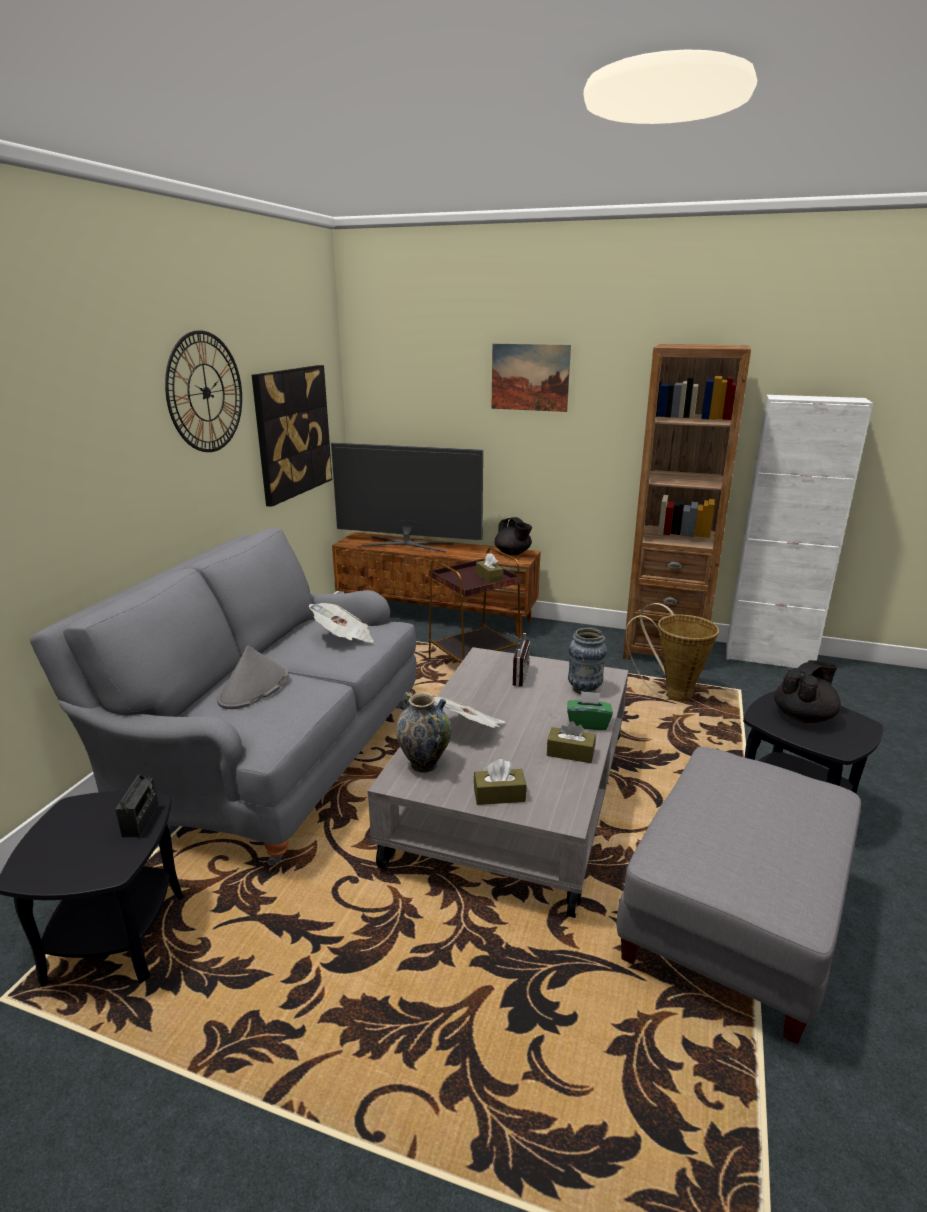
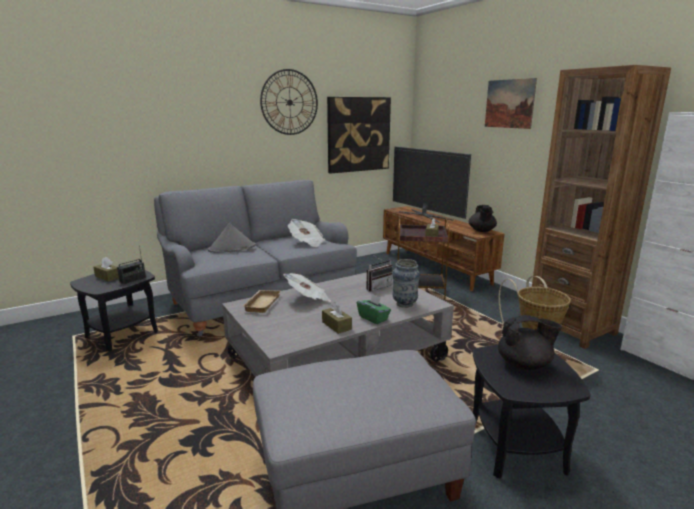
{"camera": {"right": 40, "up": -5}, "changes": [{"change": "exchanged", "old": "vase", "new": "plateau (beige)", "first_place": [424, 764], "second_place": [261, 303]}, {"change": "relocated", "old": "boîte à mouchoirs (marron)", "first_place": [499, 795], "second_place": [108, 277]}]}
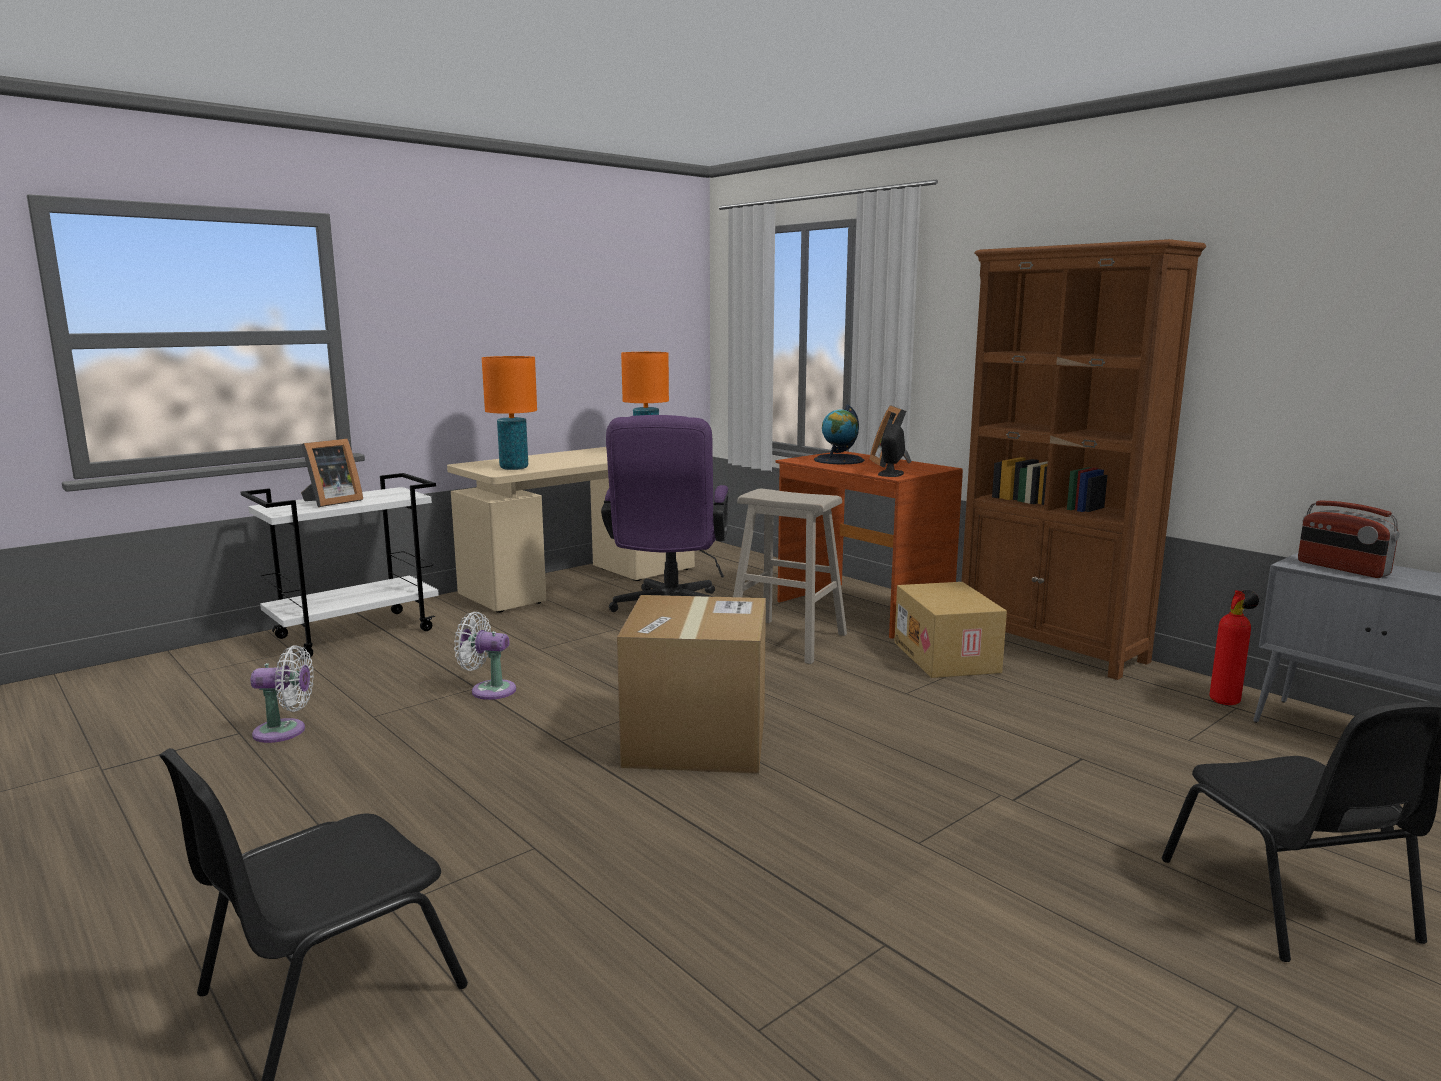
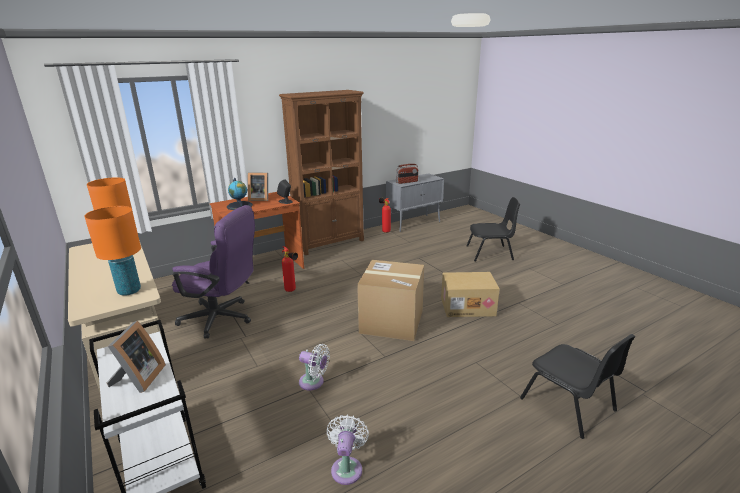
{"camera": {"right": -80, "up": 10}, "changes": [{"change": "spun", "old": "cadre photo", "first_place": [331, 502], "second_place": [138, 379], "degrees": 45}, {"change": "spun", "old": "ventilateur (blanc)", "first_place": [489, 690], "second_place": [313, 382], "degrees": -90}, {"change": "exchanged", "old": "tabouret (beige)", "new": "extincteur", "first_place": [786, 641], "second_place": [292, 291]}, {"change": "relocated", "old": "carton", "first_place": [948, 657], "second_place": [468, 306]}]}
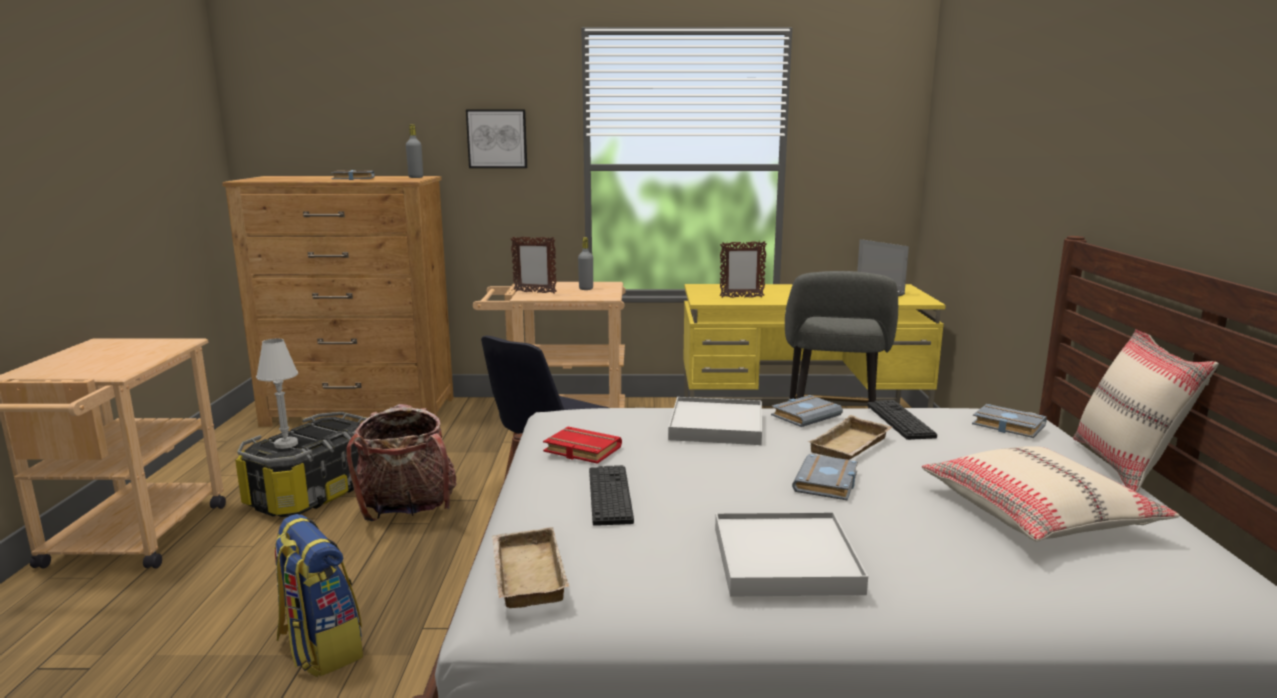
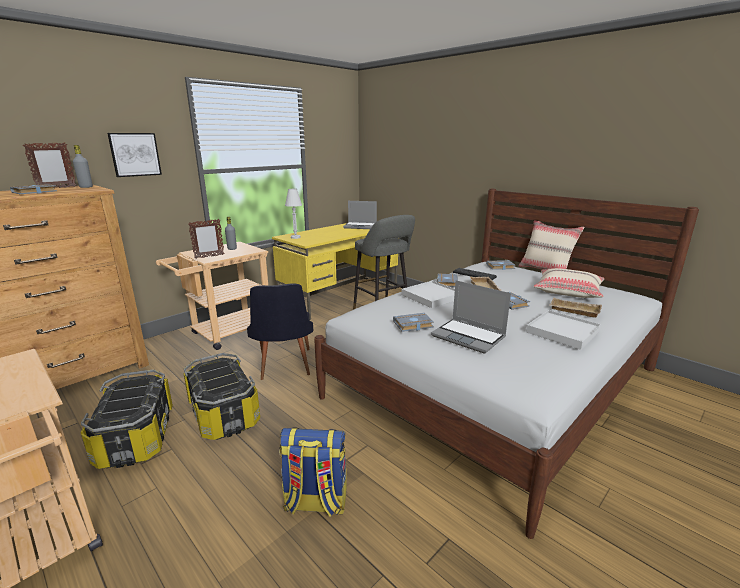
{"camera": {"right": -45, "up": 5}, "changes": [{"change": "relocated", "old": "lampe de table (blanc)", "first_place": [286, 444], "second_place": [295, 237]}, {"change": "exchanged", "old": "sac à dos", "new": "boîte de rangement", "first_place": [408, 509], "second_place": [224, 413]}, {"change": "relocated", "old": "plateau (beige)", "first_place": [525, 574], "second_place": [573, 311]}, {"change": "colour", "old": "livre (rouge)", "new": "livre (gris)", "first_place": [580, 450], "second_place": [412, 325]}, {"change": "exchanged", "old": "clavier", "new": "ordinateur portable", "first_place": [610, 495], "second_place": [469, 337]}, {"change": "relocated", "old": "cadre photo", "first_place": [741, 297], "second_place": [56, 188]}]}
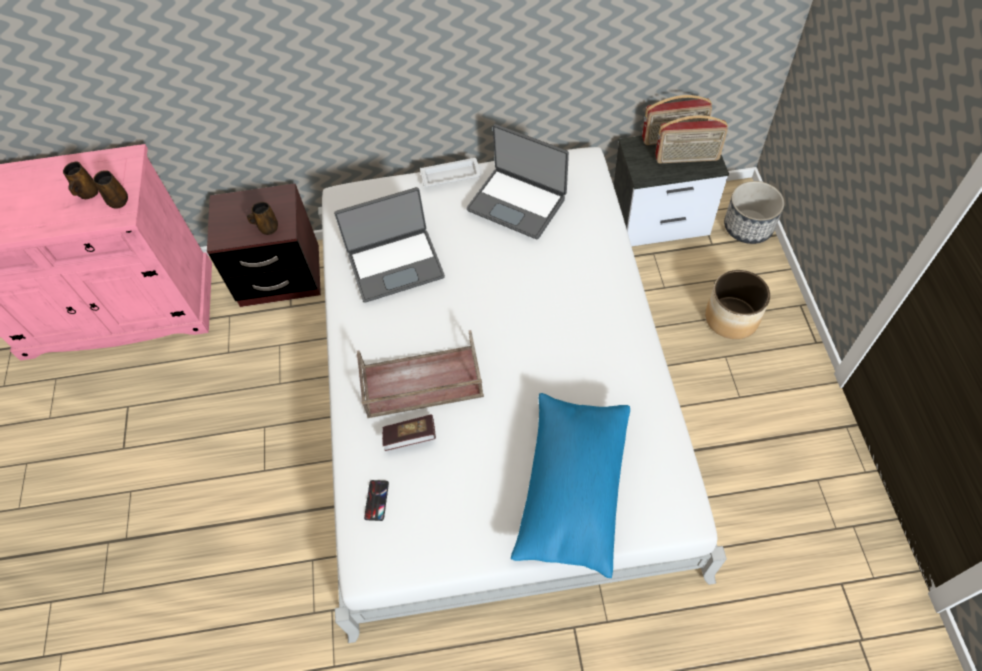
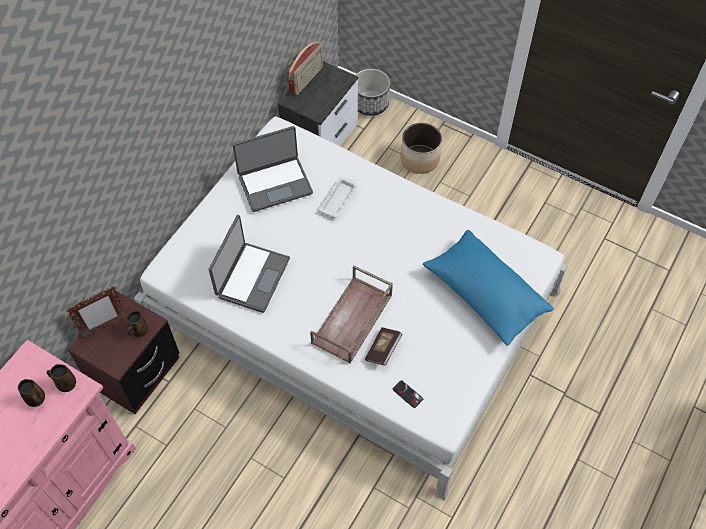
{"camera": {"right": -55, "up": 0}, "changes": [{"change": "relocated", "old": "plateau (blanc)", "first_place": [452, 175], "second_place": [338, 199]}, {"change": "missing", "old": "radio", "first_place": [687, 158]}, {"change": "appeared", "new": "cadre photo", "second_place": [105, 327]}]}
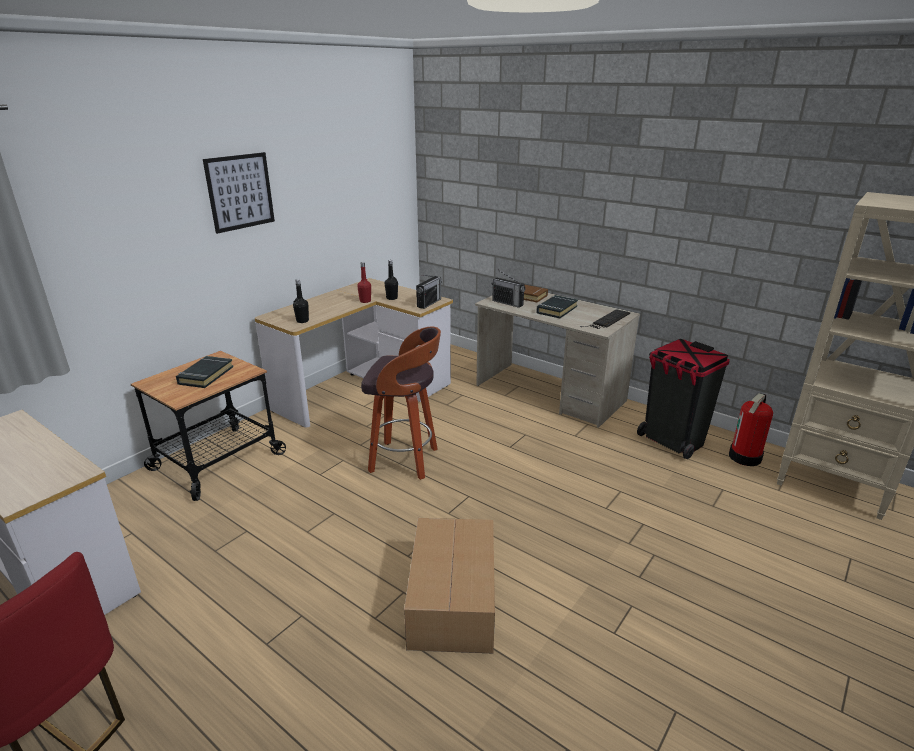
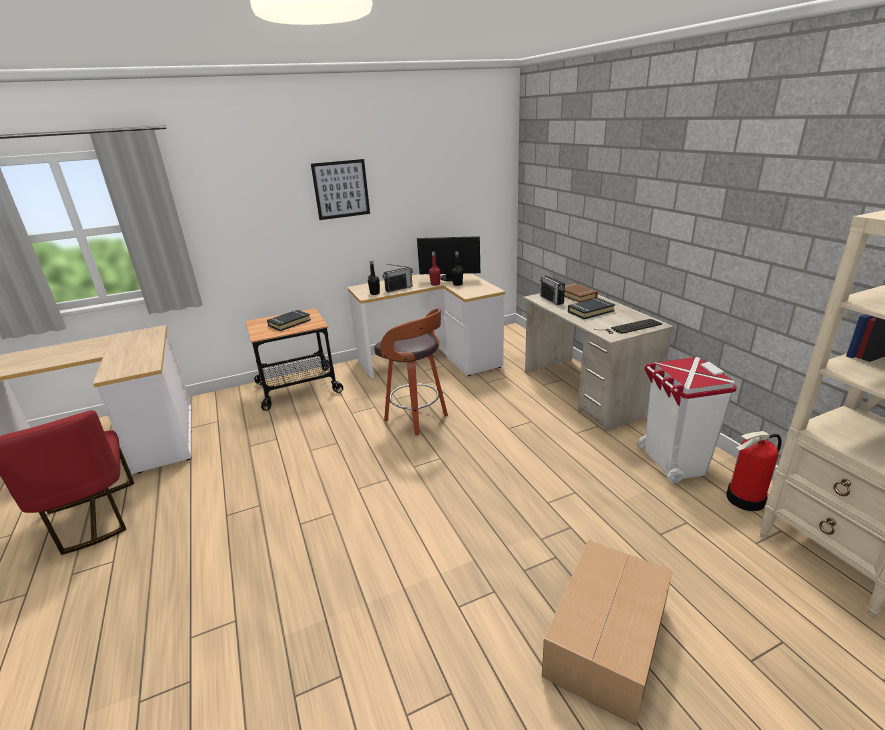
{"camera": {"right": 30, "up": 0}, "changes": [{"change": "relocated", "old": "carton", "first_place": [453, 598], "second_place": [608, 639]}, {"change": "relocated", "old": "radio", "first_place": [429, 303], "second_place": [399, 288]}, {"change": "colour", "old": "poubelle (noir)", "new": "poubelle (blanc)", "first_place": [672, 441], "second_place": [673, 462]}, {"change": "appeared", "new": "écran d'ordinateur", "second_place": [450, 278]}]}
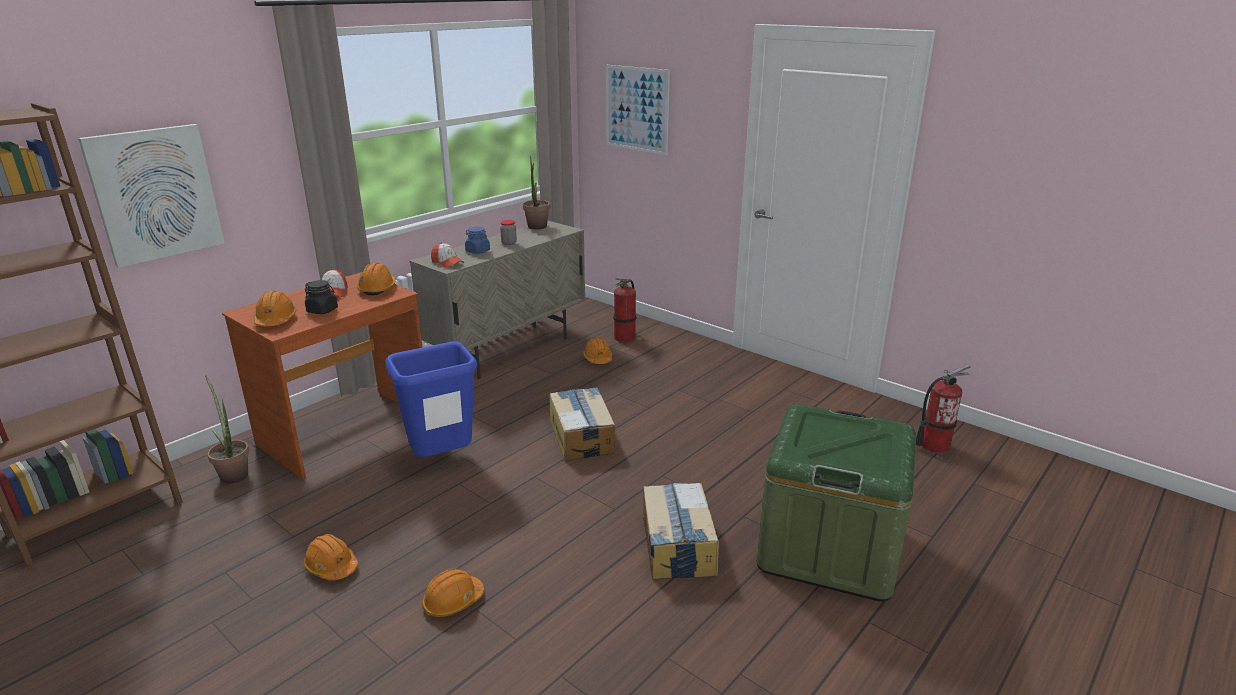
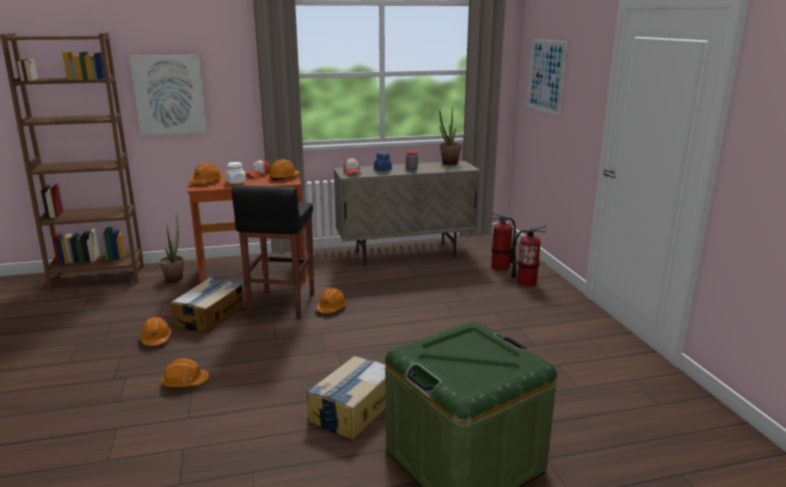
{"camera": {"right": 35, "up": -5}, "changes": [{"change": "colour", "old": "bocal (noir)", "new": "bocal (blanc)", "first_place": [322, 310], "second_place": [236, 182]}, {"change": "exchanged", "old": "poubelle (bleu)", "new": "tabouret (noir)", "first_place": [441, 460], "second_place": [281, 305]}, {"change": "relocated", "old": "carton", "first_place": [582, 436], "second_place": [210, 315]}, {"change": "relocated", "old": "casque de chantier (orange)", "first_place": [598, 358], "second_place": [331, 308]}, {"change": "relocated", "old": "extincteur", "first_place": [934, 445], "second_place": [526, 282]}]}
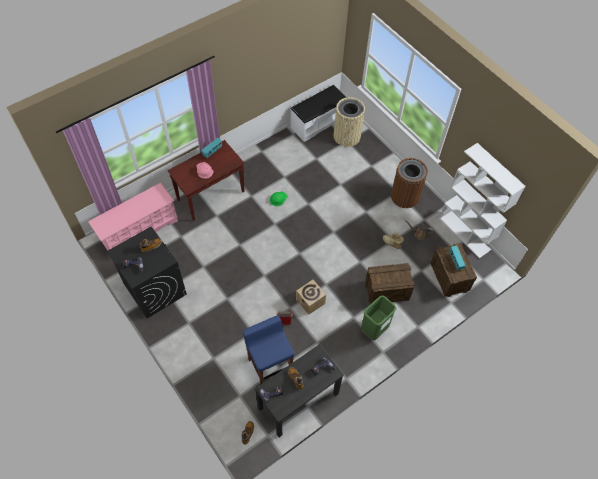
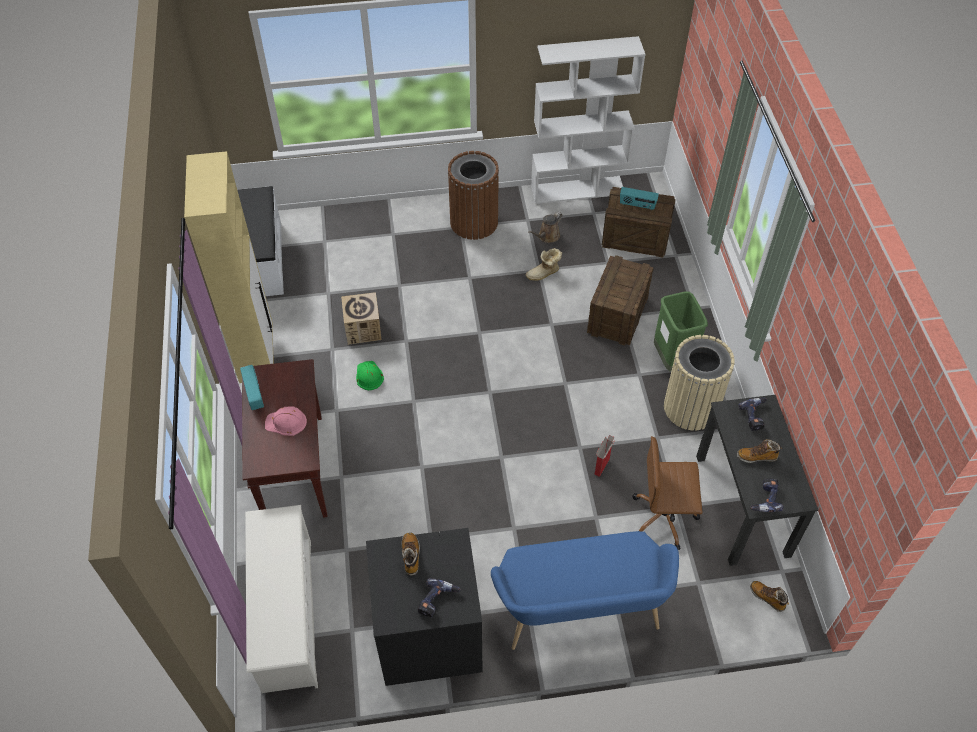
{"camera": {"right": -60, "up": -5}, "changes": [{"change": "colour", "old": "étagère à chaussures (rose)", "new": "étagère à chaussures (blanc)", "first_place": [139, 230], "second_place": [287, 615]}, {"change": "exchanged", "old": "tabouret (bleu)", "new": "chaise de bureau (marron)", "first_place": [269, 364], "second_place": [664, 517]}, {"change": "relocated", "old": "carton", "first_place": [310, 301], "second_place": [363, 329]}, {"change": "relocated", "old": "poubelle (beige)", "first_place": [347, 136], "second_place": [691, 407]}, {"change": "appeared", "new": "meuble de rangement (beige)", "second_place": [259, 361]}, {"change": "appeared", "new": "banc (bleu)", "second_place": [579, 613]}]}
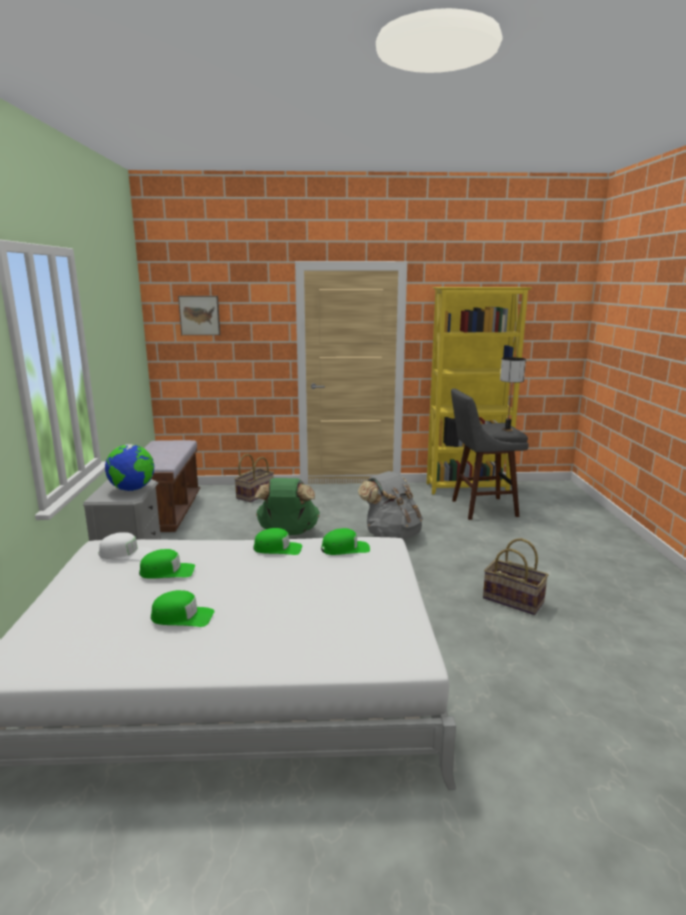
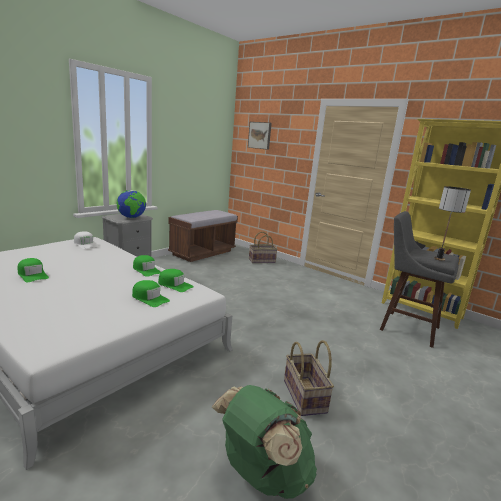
{"camera": {"right": 40, "up": 0}, "changes": [{"change": "relocated", "old": "casquette (vert)", "first_place": [167, 571], "second_place": [150, 298]}, {"change": "relocated", "old": "sac à dos (vert)", "first_place": [288, 533], "second_place": [262, 474]}, {"change": "missing", "old": "sac à dos (gris)", "first_place": [391, 535]}]}
